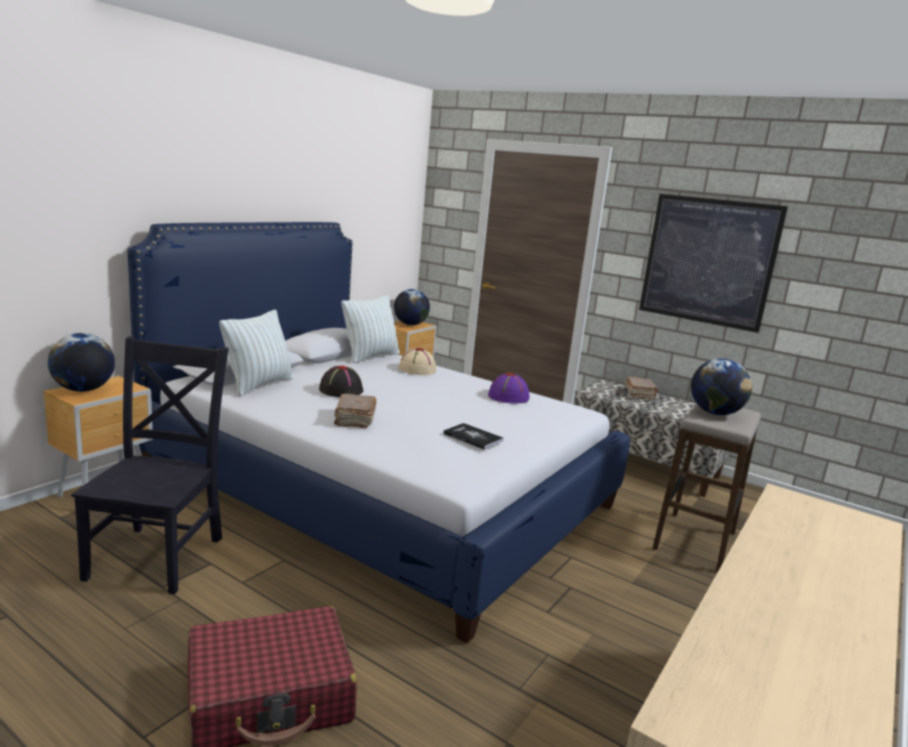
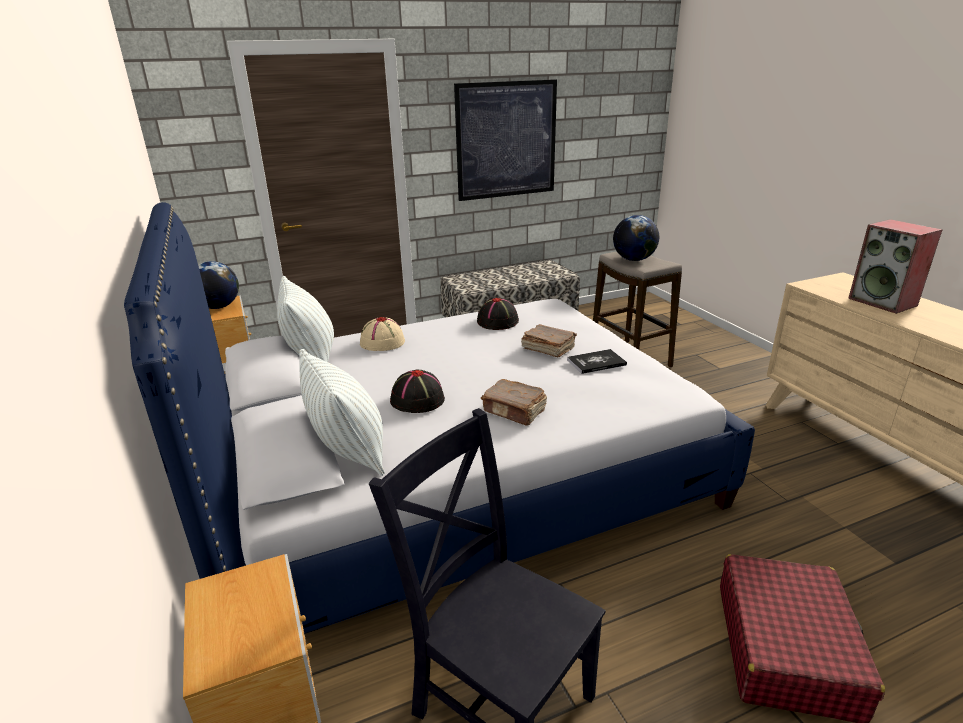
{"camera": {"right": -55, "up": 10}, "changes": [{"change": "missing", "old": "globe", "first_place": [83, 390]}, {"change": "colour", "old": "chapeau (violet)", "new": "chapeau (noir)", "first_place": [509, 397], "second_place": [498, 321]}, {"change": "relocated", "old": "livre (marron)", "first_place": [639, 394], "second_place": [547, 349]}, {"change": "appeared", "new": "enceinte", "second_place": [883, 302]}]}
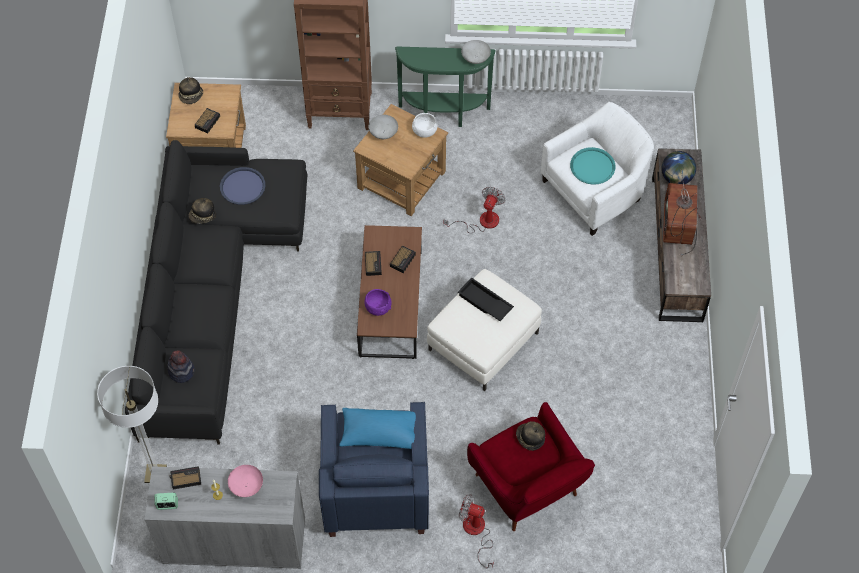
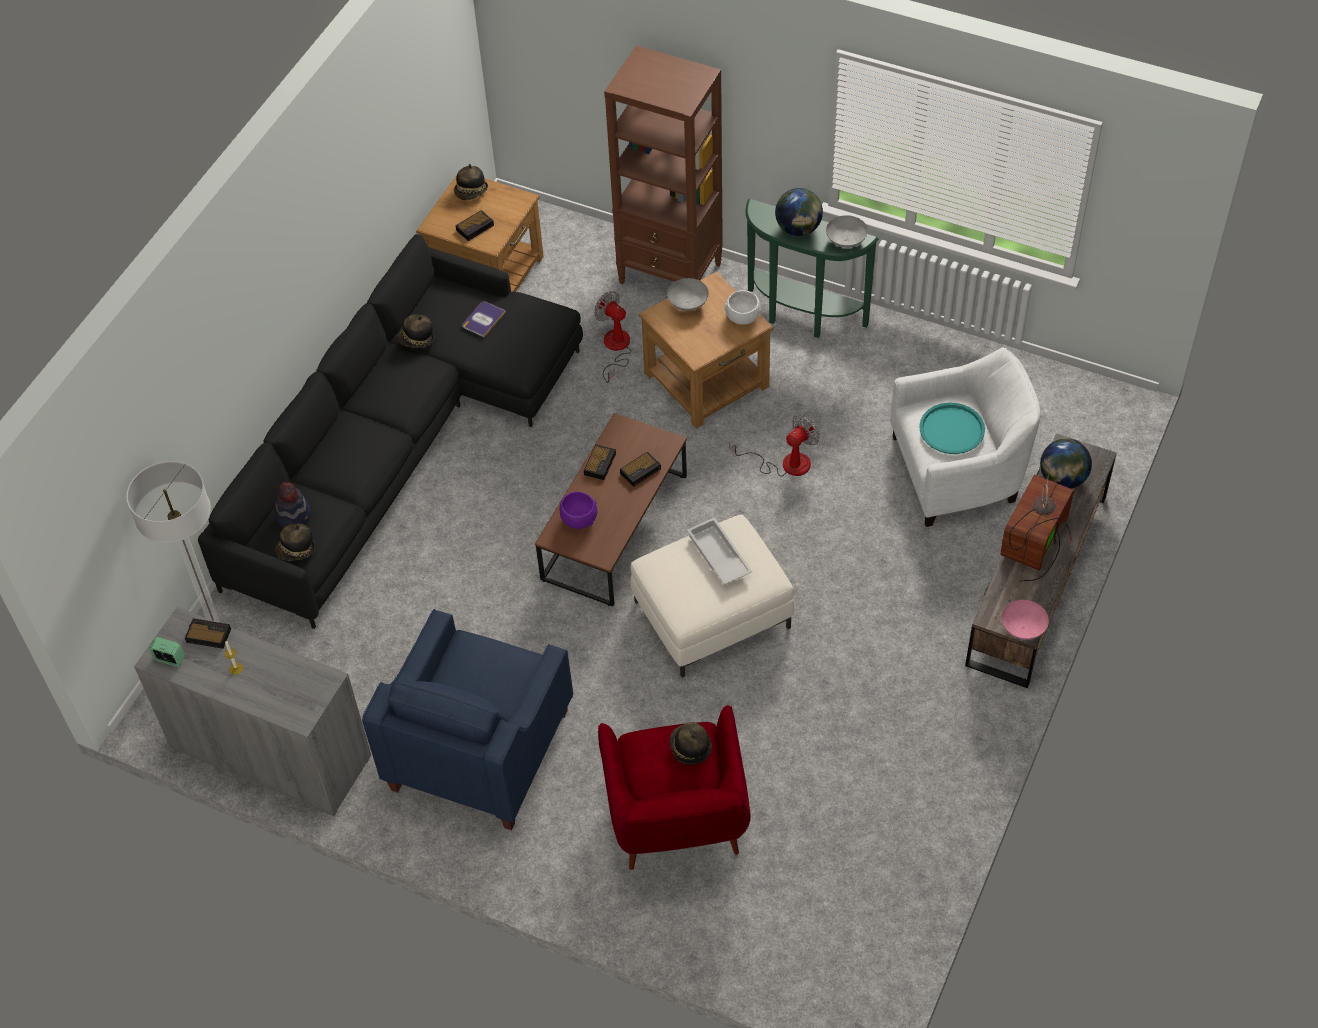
{"camera": {"right": 25, "up": -5}, "changes": [{"change": "exchanged", "old": "plateau (bleu)", "new": "livre", "first_place": [242, 186], "second_place": [483, 319]}, {"change": "relocated", "old": "bol (rose)", "first_place": [247, 486], "second_place": [1023, 628]}, {"change": "missing", "old": "coussin (bleu)", "first_place": [381, 434]}, {"change": "colour", "old": "plateau (noir)", "new": "plateau (blanc)", "first_place": [484, 303], "second_place": [717, 556]}, {"change": "relocated", "old": "ventilateur", "first_place": [476, 532], "second_place": [615, 348]}, {"change": "appeared", "new": "chapeau", "second_place": [296, 550]}, {"change": "appeared", "new": "globe", "second_place": [798, 229]}]}
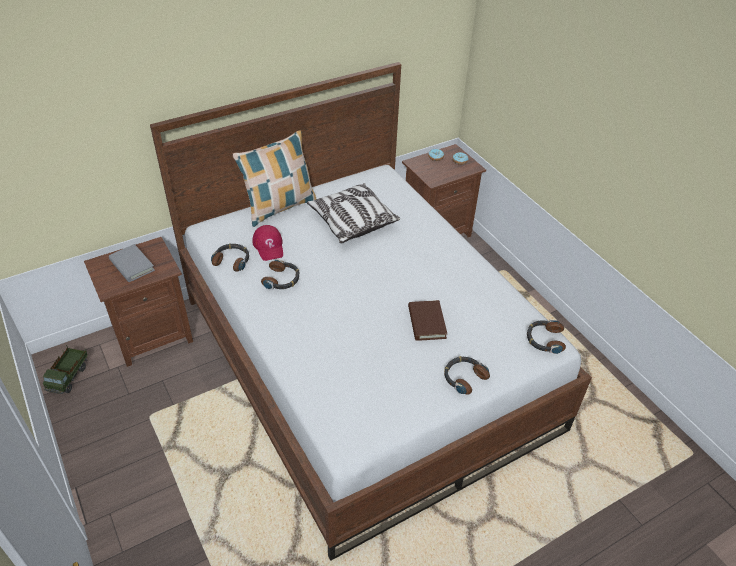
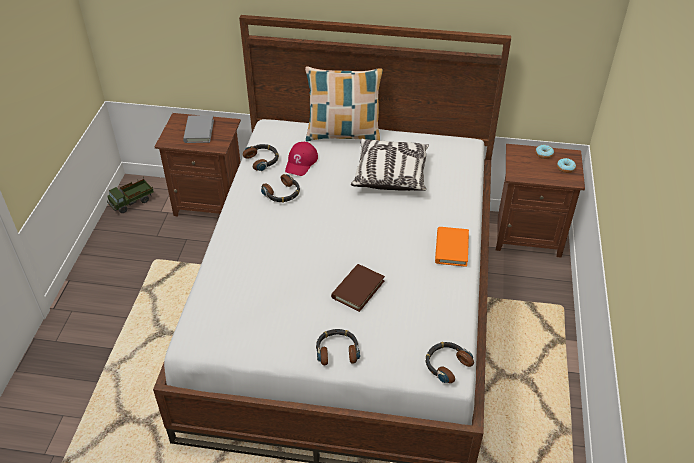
{"camera": {"right": 40, "up": 0}, "changes": [{"change": "appeared", "new": "livre (orange)", "second_place": [451, 248]}]}
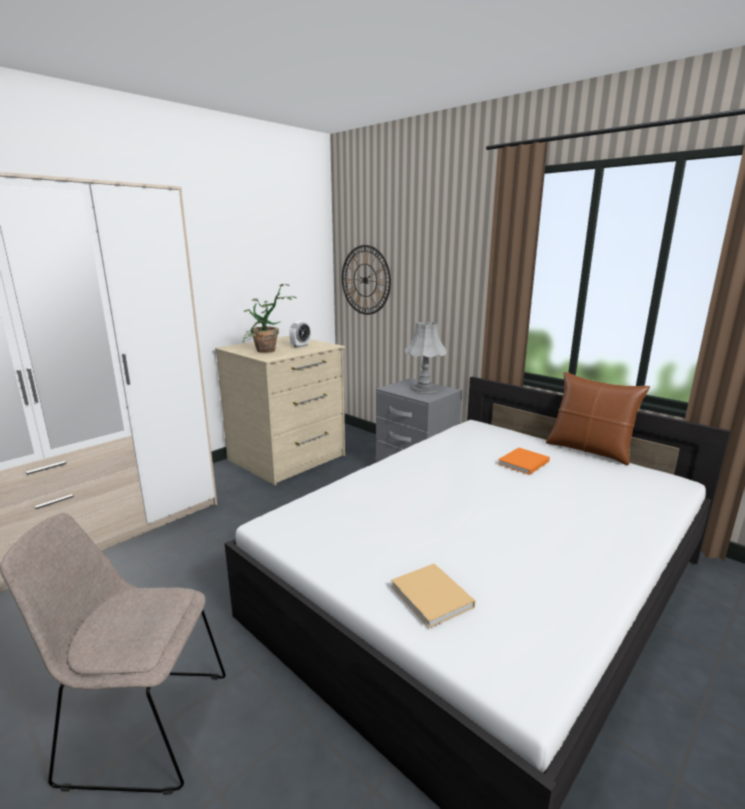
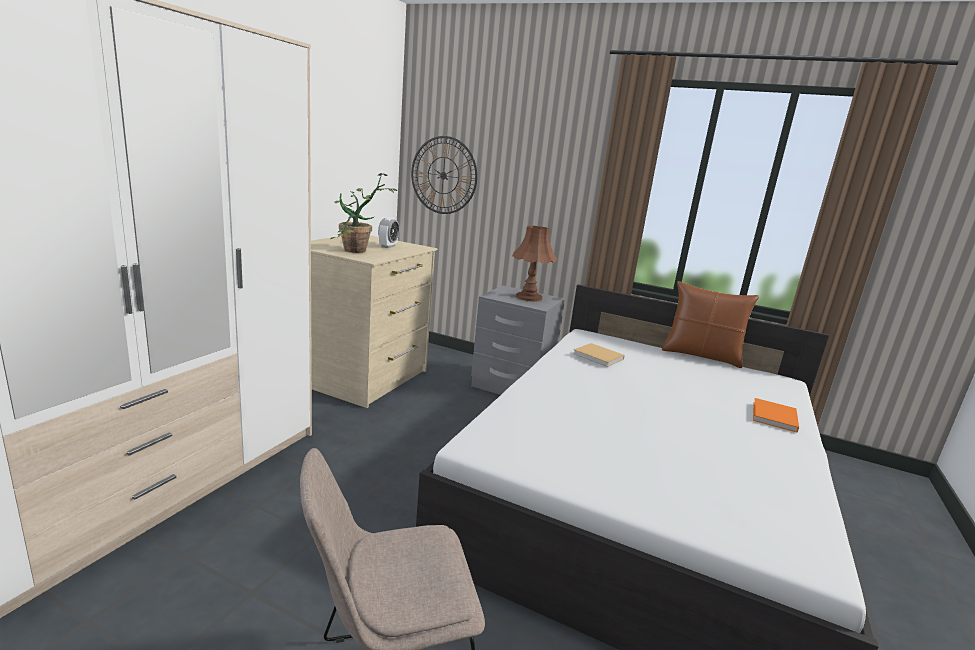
{"camera": {"right": -20, "up": 0}, "changes": [{"change": "relocated", "old": "livre (beige)", "first_place": [433, 598], "second_place": [599, 357]}, {"change": "colour", "old": "lampe de table (gris)", "new": "lampe de table (marron)", "first_place": [424, 389], "second_place": [529, 297]}, {"change": "relocated", "old": "livre (orange)", "first_place": [522, 463], "second_place": [774, 417]}]}
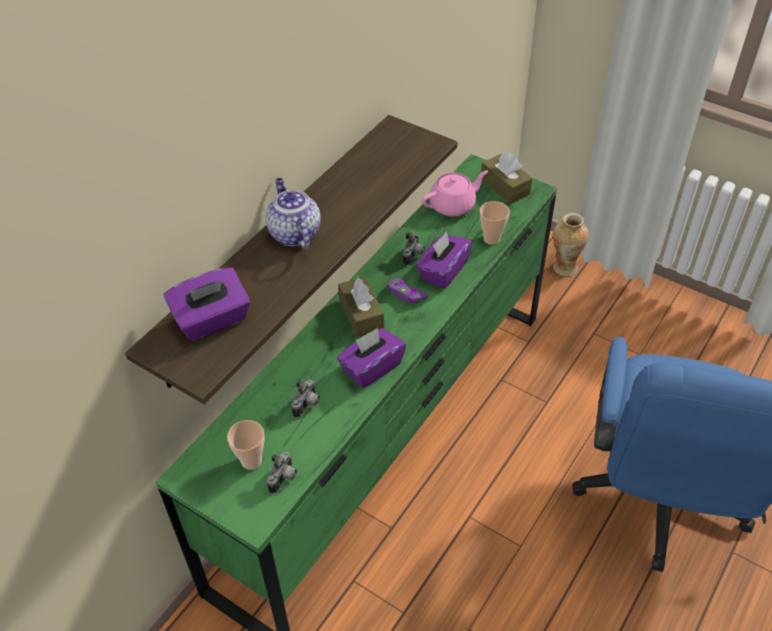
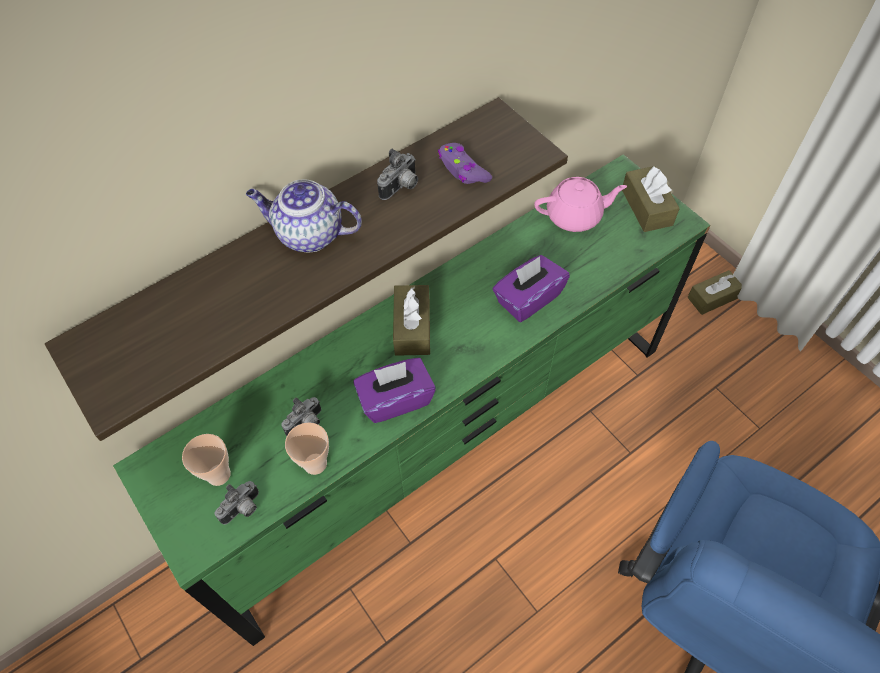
{"camera": {"right": 20, "up": 10}, "changes": [{"change": "missing", "old": "boîte à mouchoirs (violet)", "first_place": [212, 320]}, {"change": "spun", "old": "théière", "first_place": [293, 233], "second_place": [308, 234], "degrees": -75}, {"change": "relocated", "old": "manette (violet)", "first_place": [406, 294], "second_place": [463, 169]}, {"change": "relocated", "old": "appareil photo", "first_place": [413, 256], "second_place": [401, 188]}, {"change": "relocated", "old": "tasse", "first_place": [491, 239], "second_place": [315, 463]}, {"change": "exchanged", "old": "vase", "new": "boîte à mouchoirs (marron)", "first_place": [564, 267], "second_place": [712, 298]}]}
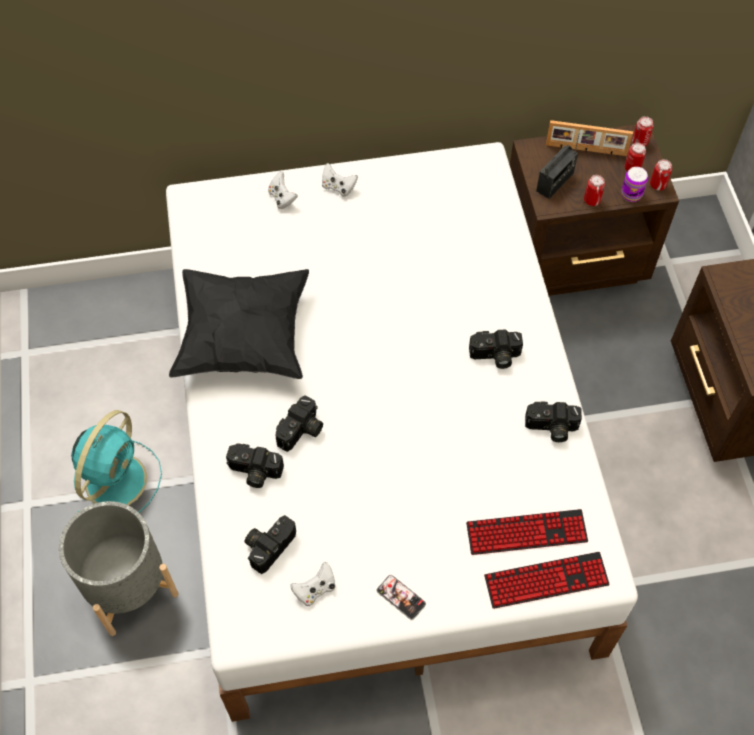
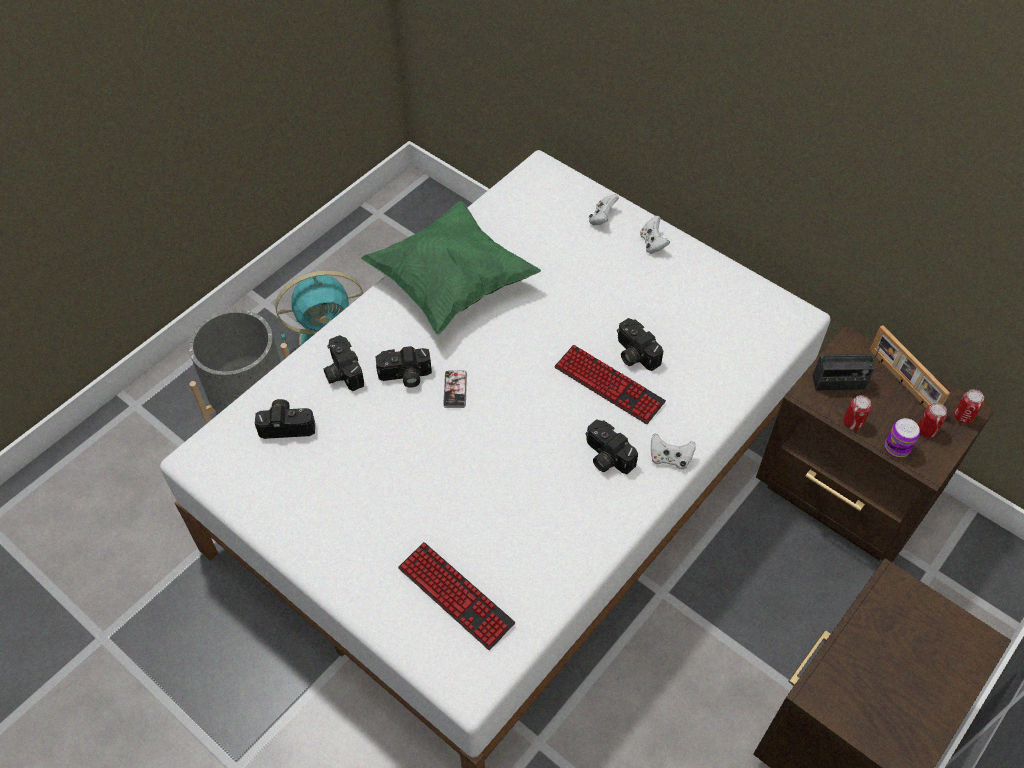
{"camera": {"right": 50, "up": -5}, "changes": [{"change": "colour", "old": "coussin (noir)", "new": "coussin (vert)", "first_place": [244, 338], "second_place": [451, 284]}, {"change": "relocated", "old": "manette (blanc)", "first_place": [315, 589], "second_place": [670, 458]}, {"change": "relocated", "old": "téléphone", "first_place": [401, 597], "second_place": [455, 389]}, {"change": "relocated", "old": "clavier", "first_place": [546, 581], "second_place": [609, 385]}, {"change": "relocated", "old": "appareil photo", "first_place": [551, 428], "second_place": [634, 354]}, {"change": "missing", "old": "boîte métallique", "first_place": [658, 185]}]}
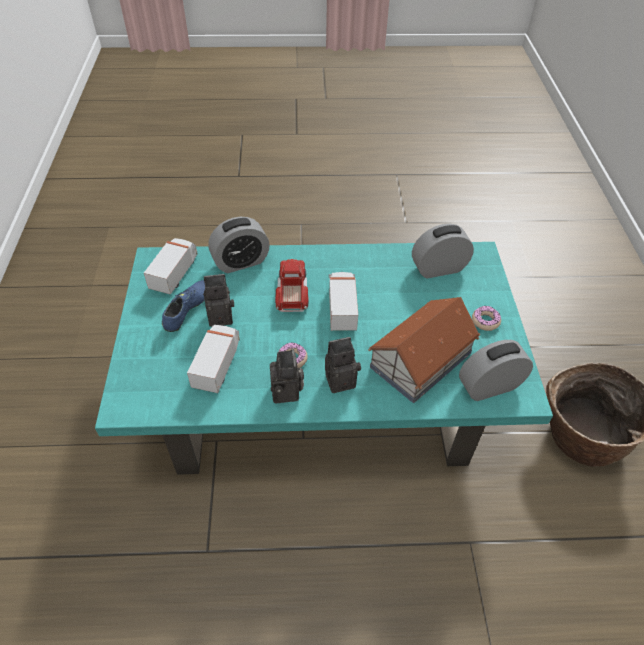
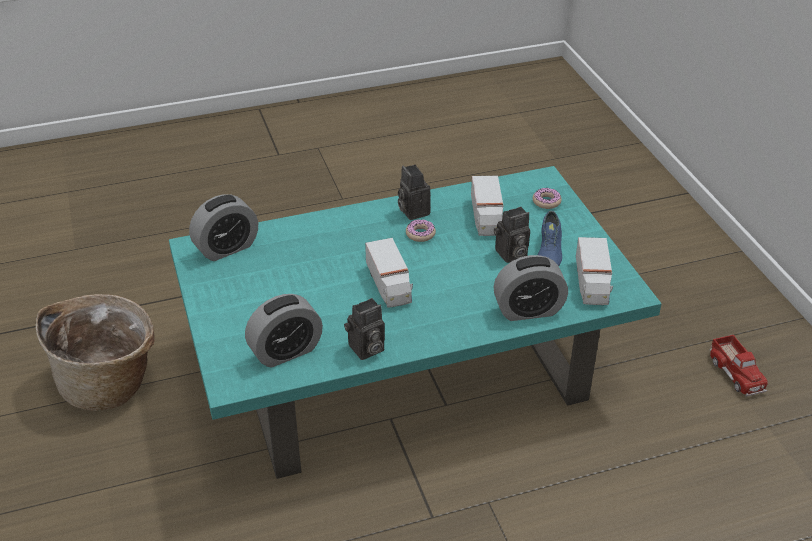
{"camera": {"right": 165, "up": -10}, "changes": [{"change": "spun", "old": "réveil", "first_place": [241, 262], "second_place": [528, 310], "degrees": -150}, {"change": "relocated", "old": "camion jouet", "first_place": [292, 291], "second_place": [737, 372]}, {"change": "relocated", "old": "appareil photo", "first_place": [341, 379], "second_place": [366, 350]}, {"change": "missing", "old": "maison miniature", "first_place": [422, 359]}, {"change": "relocated", "old": "beignet", "first_place": [485, 321], "second_place": [546, 202]}]}
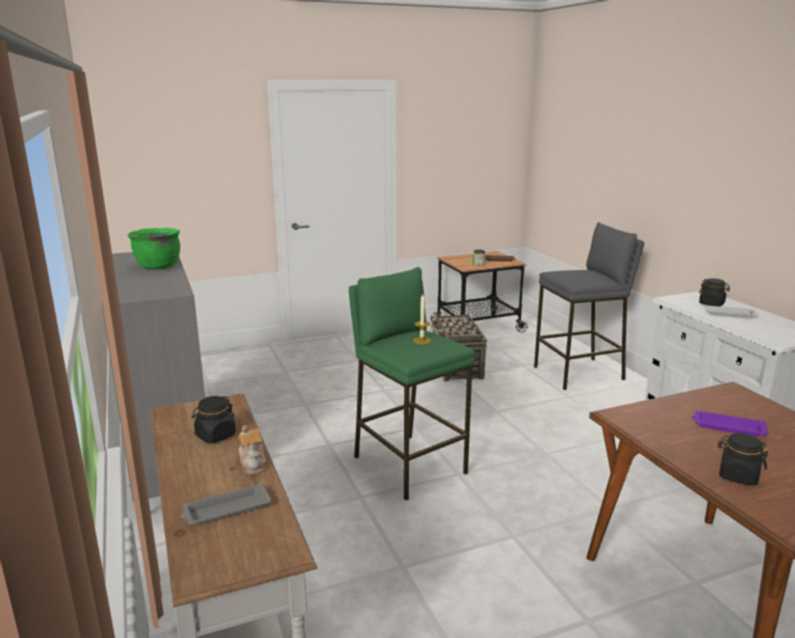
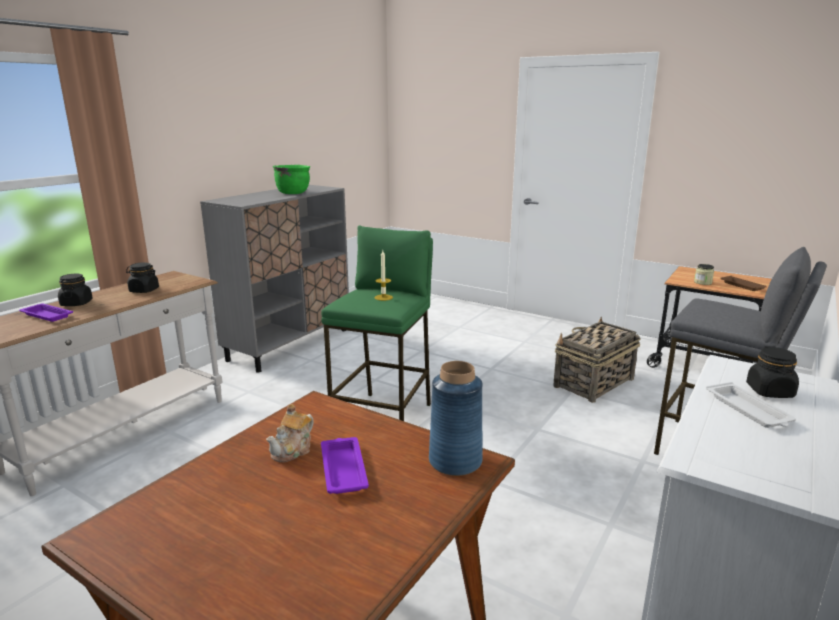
{"camera": {"right": 55, "up": 0}, "changes": [{"change": "colour", "old": "plateau (gris)", "new": "plateau (violet)", "first_place": [225, 510], "second_place": [46, 315]}, {"change": "relocated", "old": "théière", "first_place": [253, 463], "second_place": [293, 450]}, {"change": "relocated", "old": "bocal (noir)", "first_place": [737, 476], "second_place": [76, 303]}, {"change": "appeared", "new": "vase (bleu)", "second_place": [456, 461]}]}
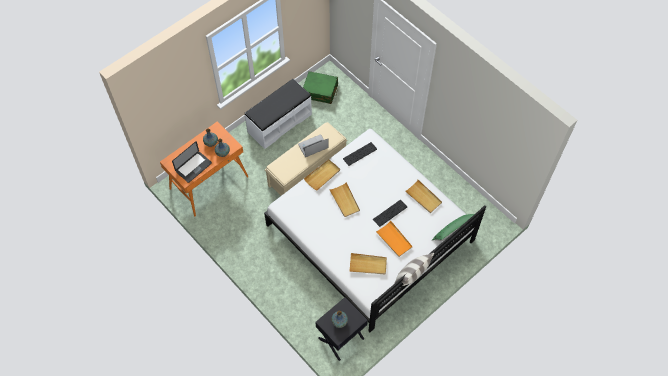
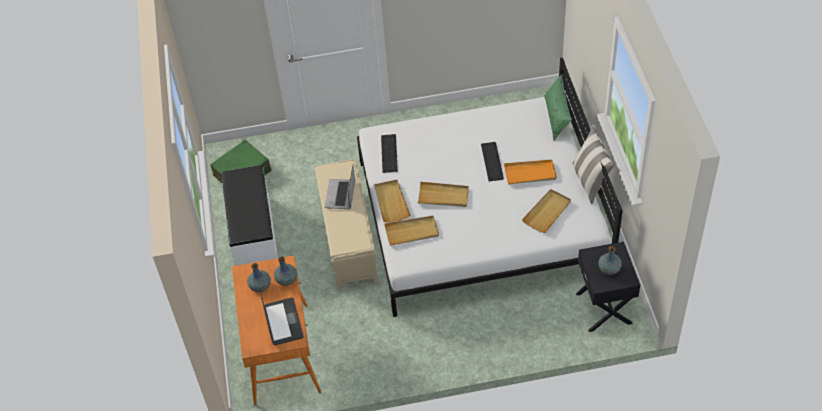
{"camera": {"right": -55, "up": -10}, "changes": [{"change": "relocated", "old": "plateau (beige)", "first_place": [423, 197], "second_place": [412, 232]}]}
